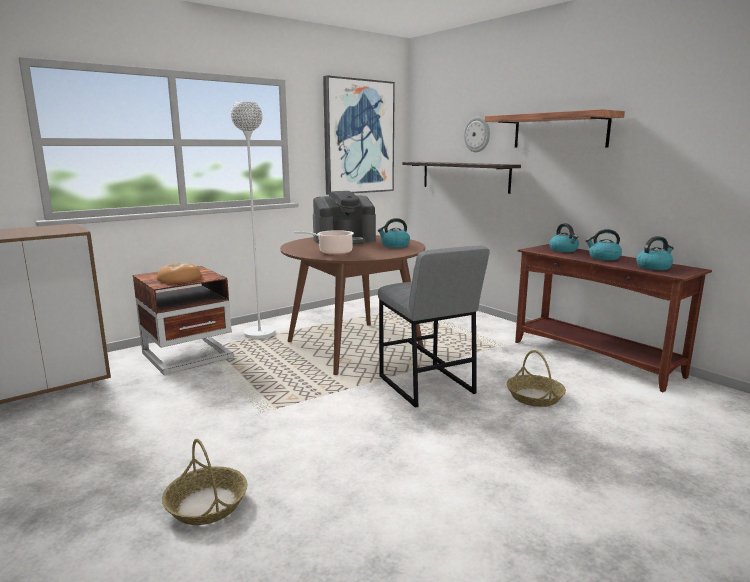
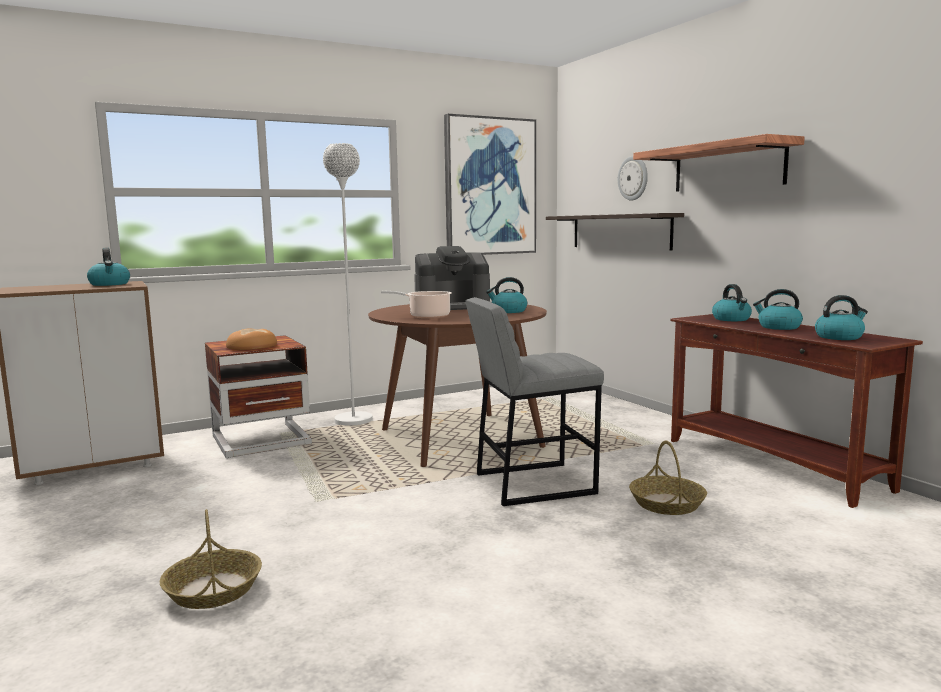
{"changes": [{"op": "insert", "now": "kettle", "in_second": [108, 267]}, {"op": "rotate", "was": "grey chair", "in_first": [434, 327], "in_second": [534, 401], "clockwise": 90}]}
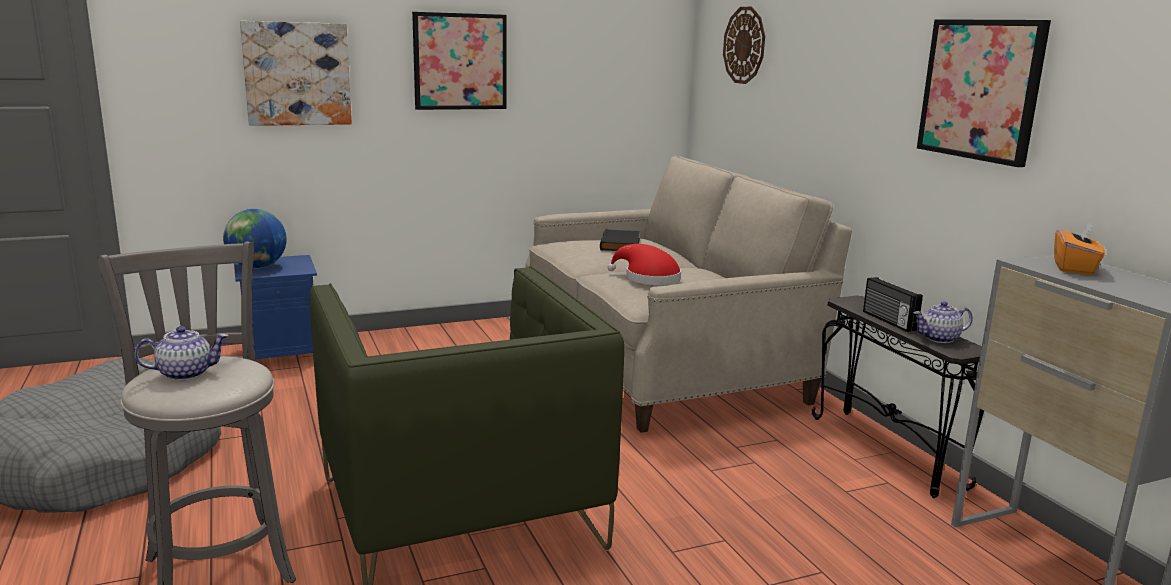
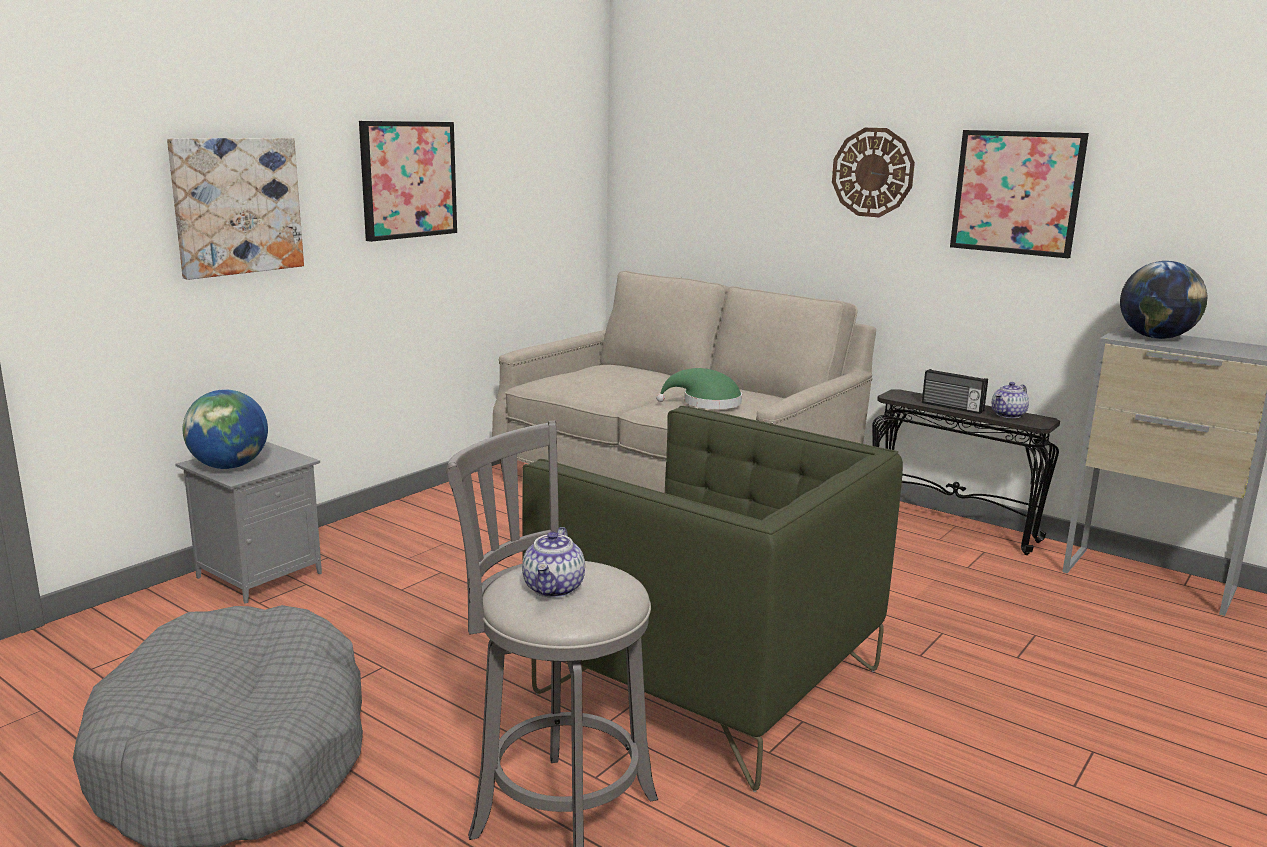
{"changes": [{"op": "delete", "was": "black book", "in_first": [620, 240]}, {"op": "move", "was": "wall clock", "in_first": [744, 45], "in_second": [873, 172]}, {"op": "replace", "was": "orange tissue box", "now": "globe", "in_first": [1079, 248], "in_second": [1163, 300]}, {"op": "recolor", "was": "blue nightstand", "now": "grey nightstand", "in_first": [275, 307], "in_second": [248, 522]}, {"op": "recolor", "was": "red hat", "now": "green hat", "in_first": [644, 264], "in_second": [699, 388]}, {"op": "rotate", "was": "teapot", "in_first": [181, 353], "in_second": [553, 562], "clockwise": 150}]}
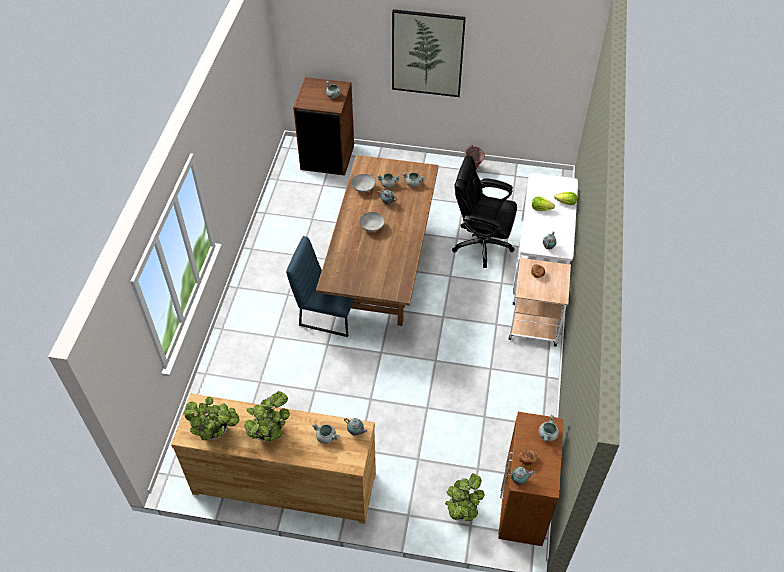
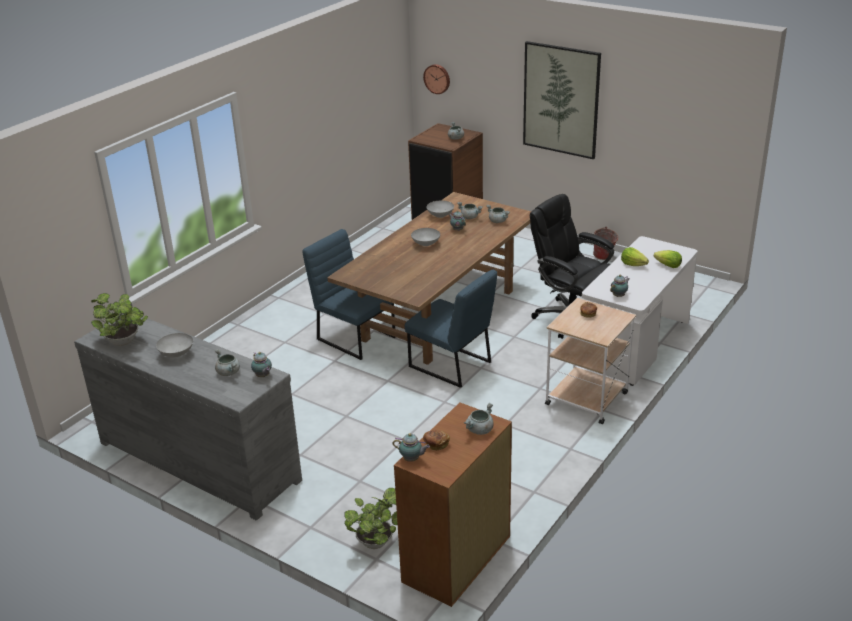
{"changes": [{"op": "insert", "now": "blue chair", "in_second": [451, 328]}, {"op": "insert", "now": "wall clock", "in_second": [436, 79]}, {"op": "replace", "was": "potted plant", "now": "grey bowl", "in_first": [267, 416], "in_second": [174, 345]}, {"op": "recolor", "was": "brown dresser", "now": "grey dresser", "in_first": [273, 459], "in_second": [188, 417]}]}
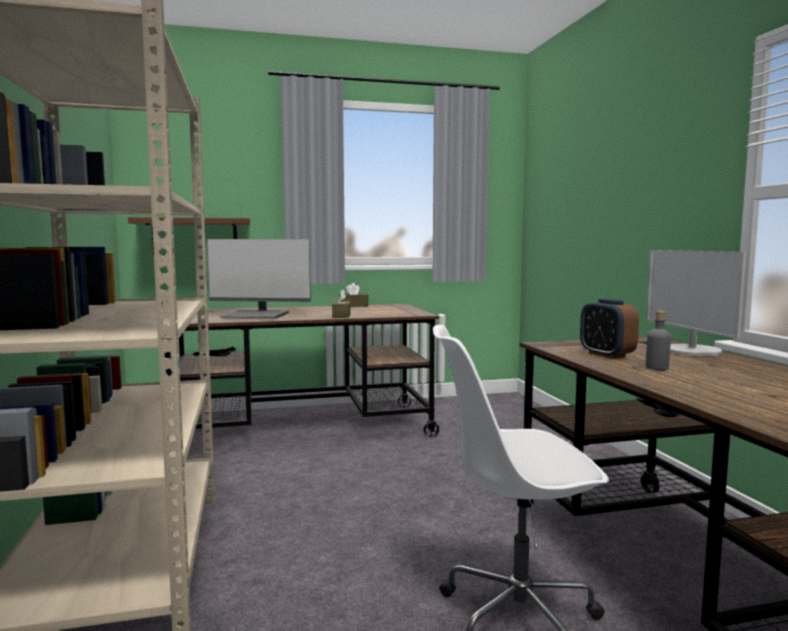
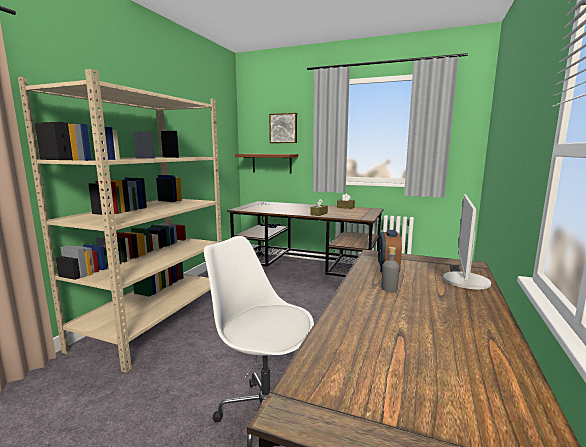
{"changes": [{"op": "delete", "was": "monitor", "in_first": [259, 278]}, {"op": "insert", "now": "picture", "in_second": [283, 128]}]}
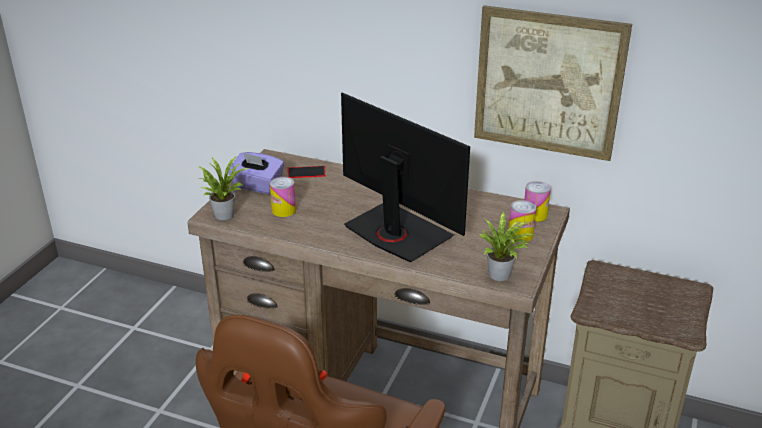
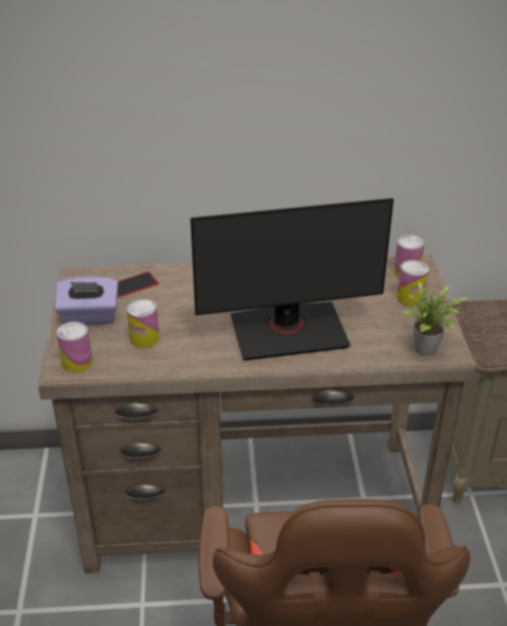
{"changes": [{"op": "delete", "was": "picture", "in_first": [553, 83]}, {"op": "replace", "was": "potted plant", "now": "can", "in_first": [224, 188], "in_second": [75, 347]}, {"op": "rotate", "was": "monitor", "in_first": [405, 178], "in_second": [292, 279], "clockwise": 150}]}
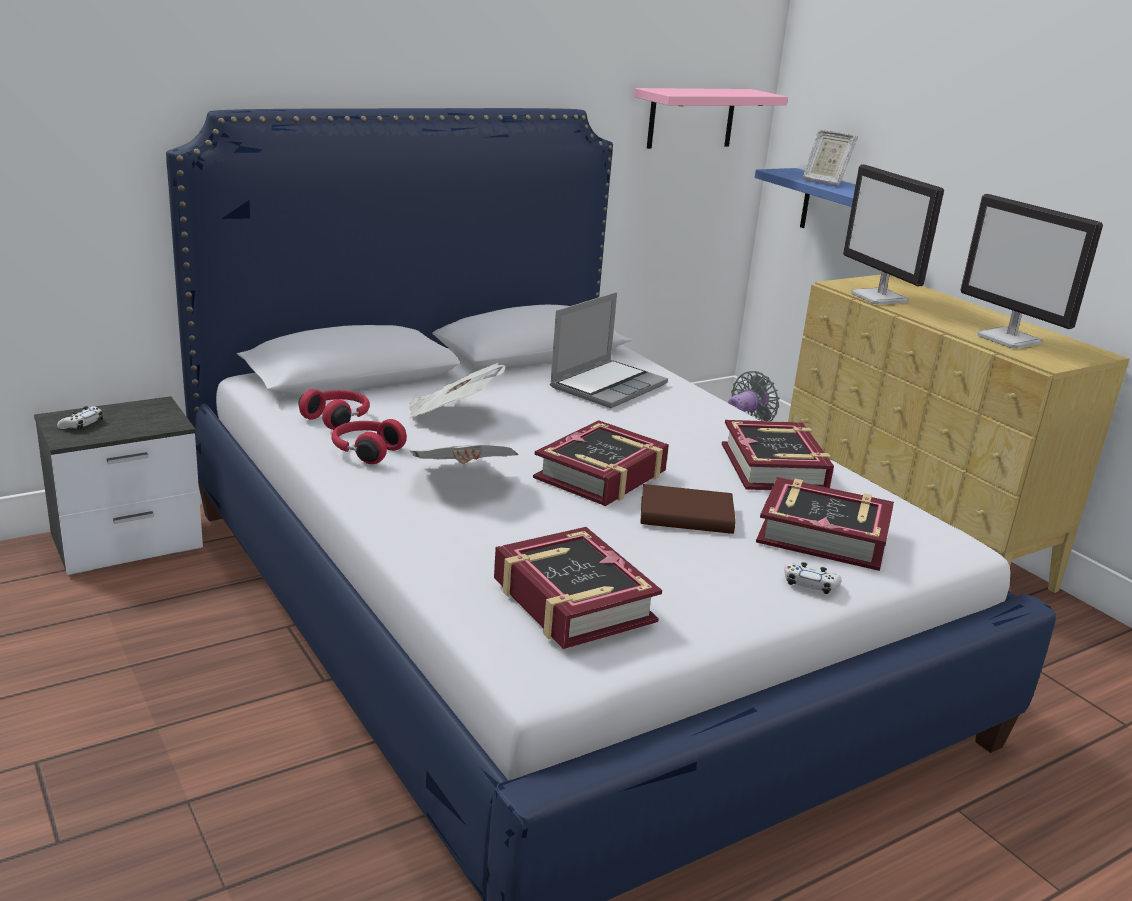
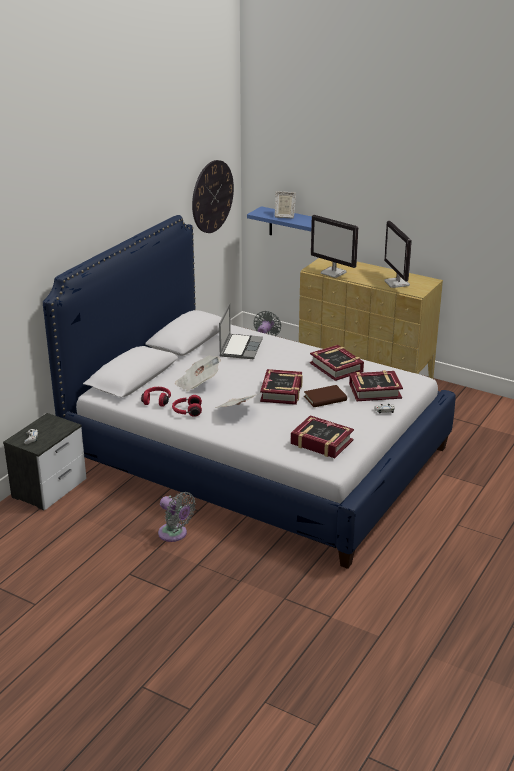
{"changes": [{"op": "insert", "now": "grey fan", "in_second": [177, 517]}, {"op": "replace", "was": "pink shelf", "now": "wall clock", "in_first": [711, 118], "in_second": [213, 196]}, {"op": "rotate", "was": "monitor", "in_first": [1031, 271], "in_second": [398, 254], "clockwise": 45}]}
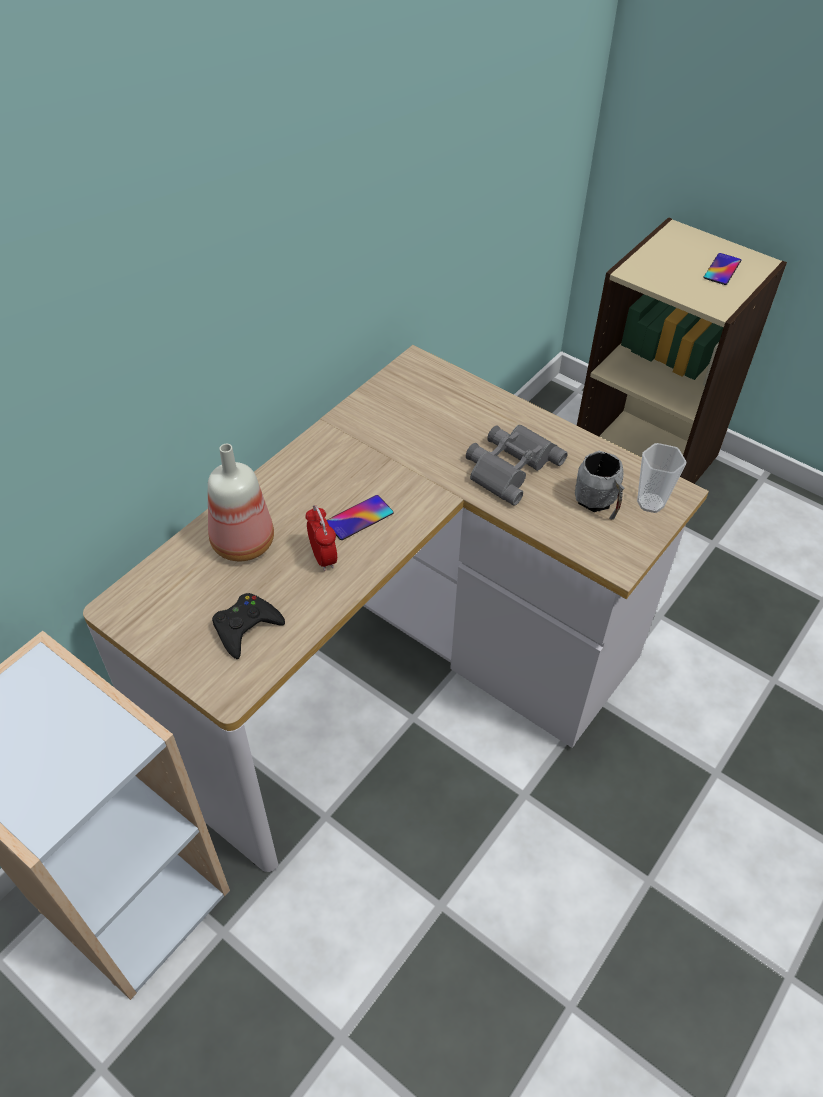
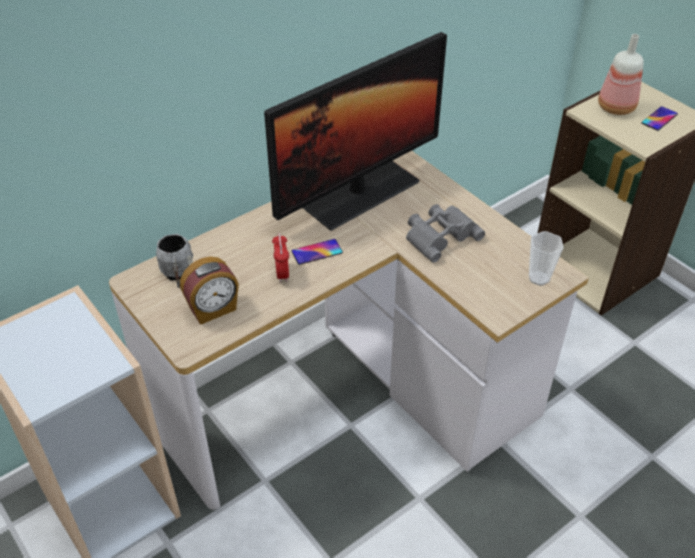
{"changes": [{"op": "insert", "now": "monitor", "in_second": [355, 131]}, {"op": "move", "was": "bottle", "in_first": [241, 502], "in_second": [621, 74]}, {"op": "move", "was": "grey mug", "in_first": [599, 485], "in_second": [174, 261]}, {"op": "replace", "was": "black game controller", "now": "alarm clock", "in_first": [248, 626], "in_second": [209, 290]}]}
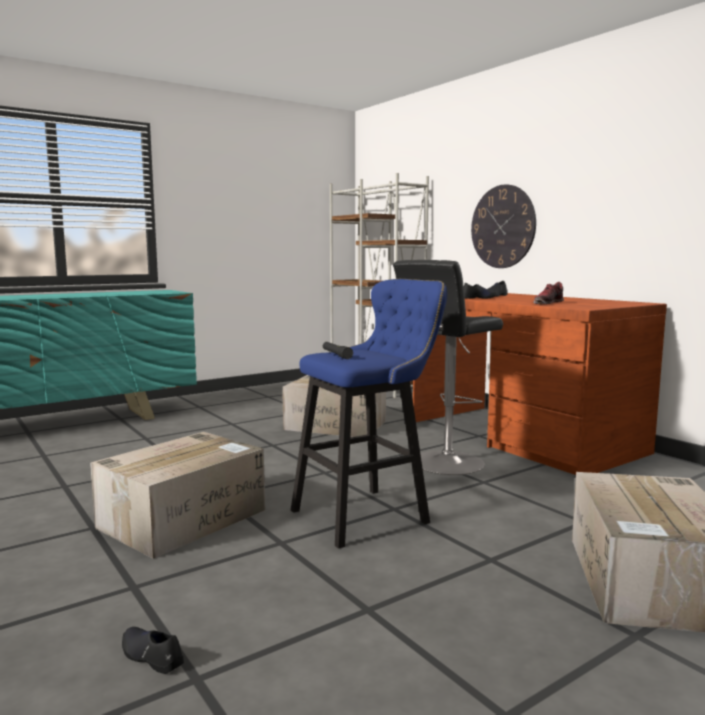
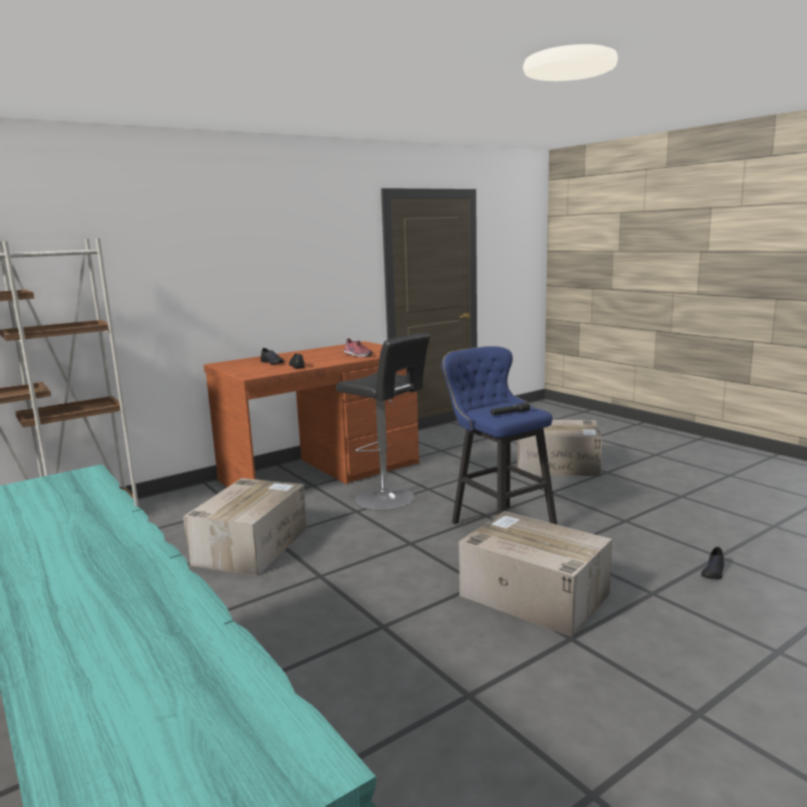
{"changes": [{"op": "delete", "was": "wall clock", "in_first": [503, 226]}]}
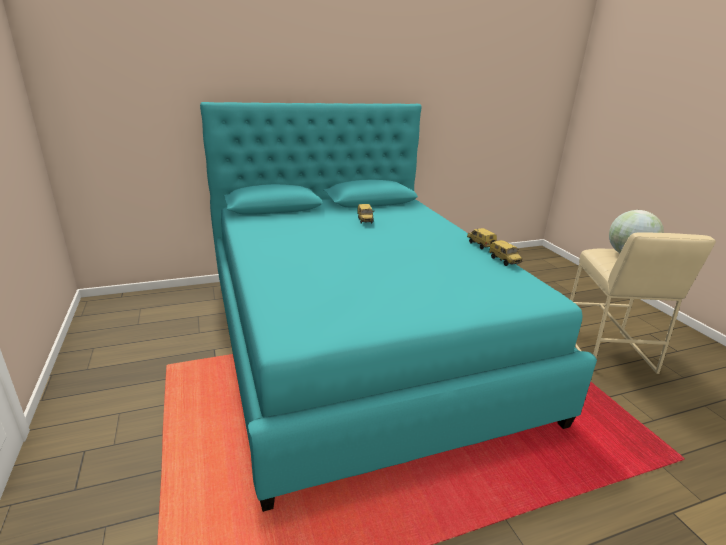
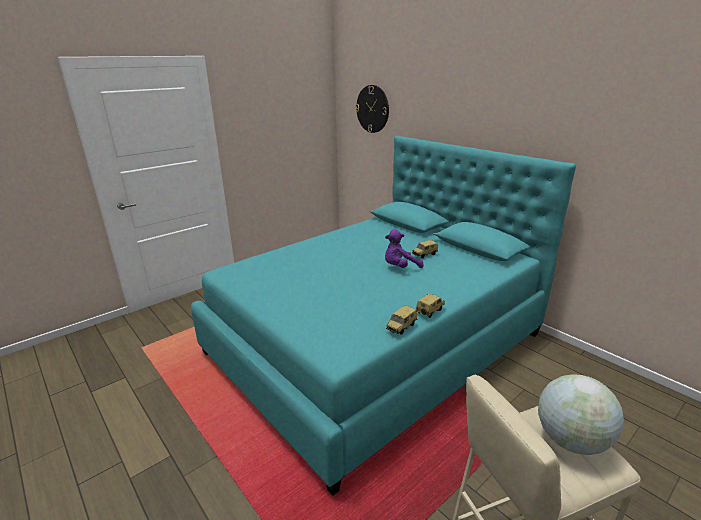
{"changes": [{"op": "insert", "now": "wall clock", "in_second": [372, 109]}, {"op": "insert", "now": "purple plush toy", "in_second": [404, 248]}]}
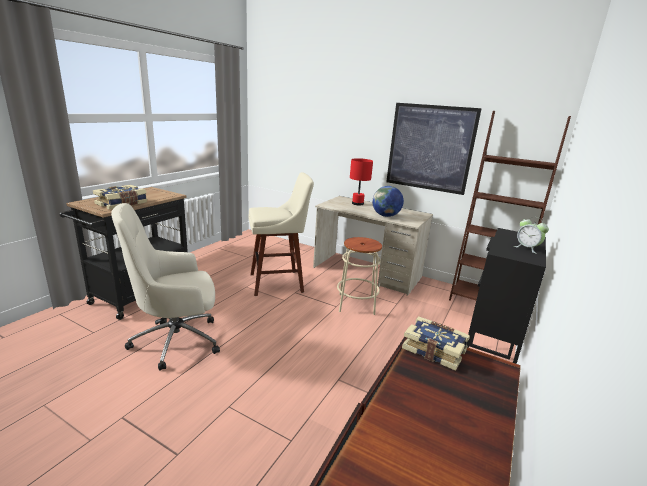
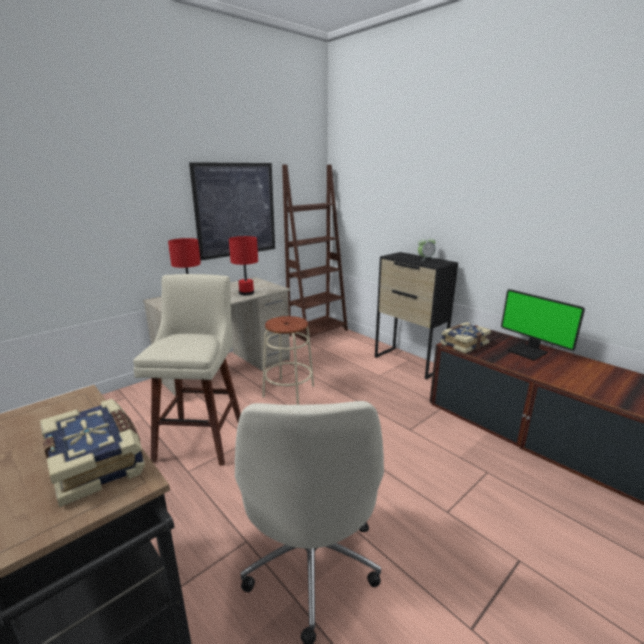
{"changes": [{"op": "insert", "now": "monitor", "in_second": [543, 325]}, {"op": "replace", "was": "globe", "now": "red table lamp", "in_first": [388, 201], "in_second": [243, 265]}]}
